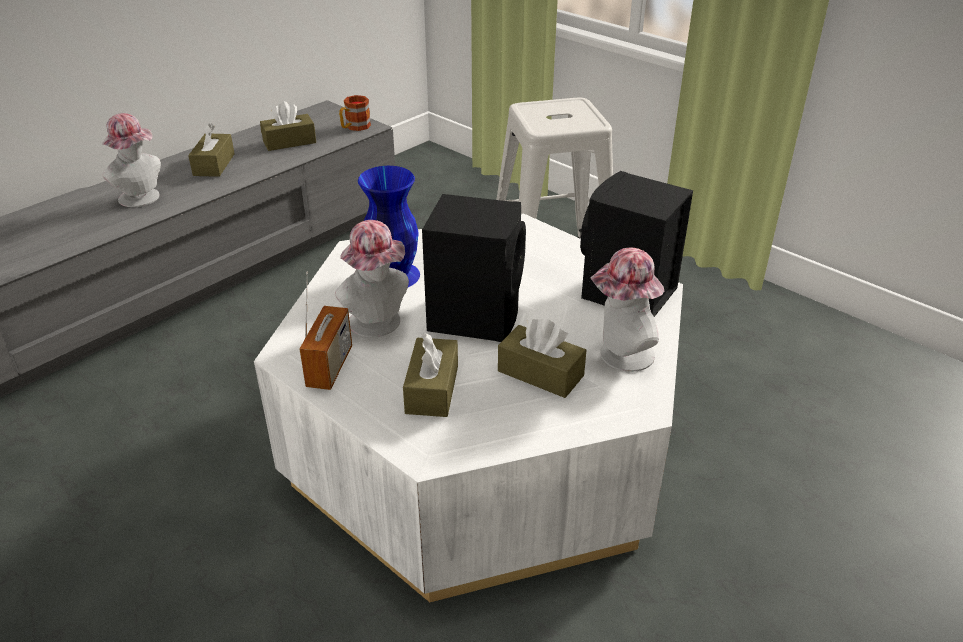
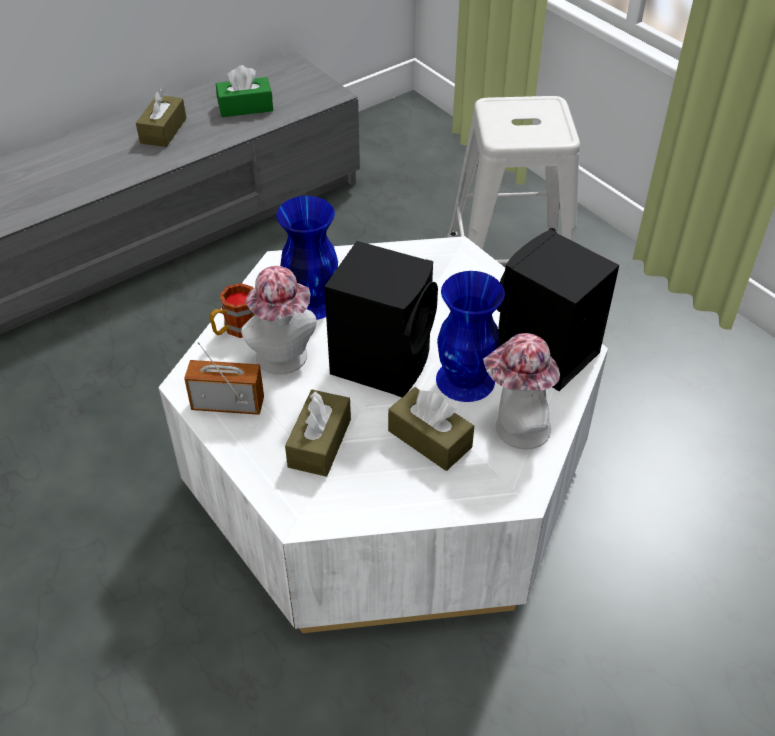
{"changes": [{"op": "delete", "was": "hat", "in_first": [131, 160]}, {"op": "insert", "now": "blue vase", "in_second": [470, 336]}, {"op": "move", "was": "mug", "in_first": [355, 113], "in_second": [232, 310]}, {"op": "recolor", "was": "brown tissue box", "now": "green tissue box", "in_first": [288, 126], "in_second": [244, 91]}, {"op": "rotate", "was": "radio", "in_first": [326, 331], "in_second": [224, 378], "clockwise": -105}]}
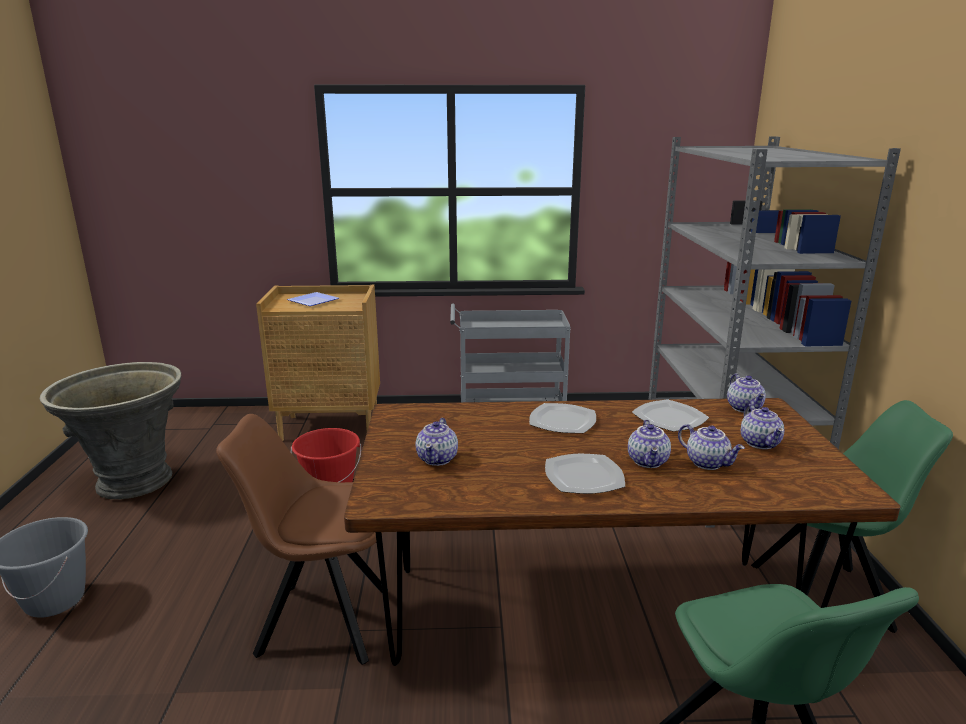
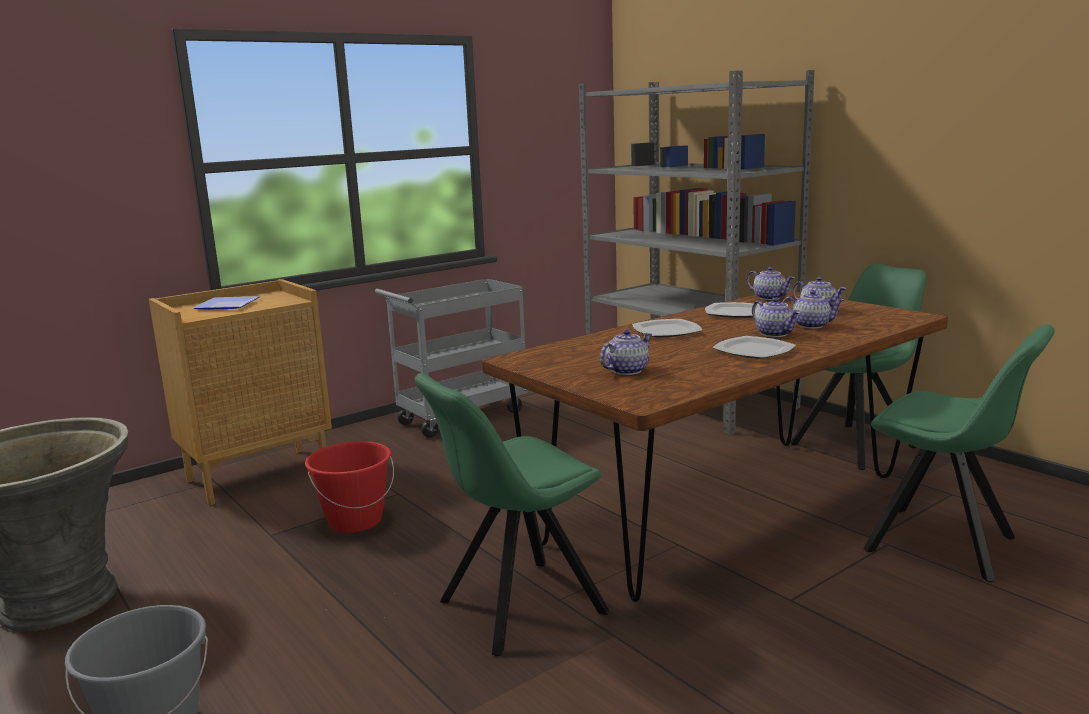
{"changes": [{"op": "recolor", "was": "brown chair", "now": "green chair", "in_first": [299, 539], "in_second": [512, 514]}, {"op": "rotate", "was": "teapot", "in_first": [437, 442], "in_second": [626, 352], "clockwise": -105}]}
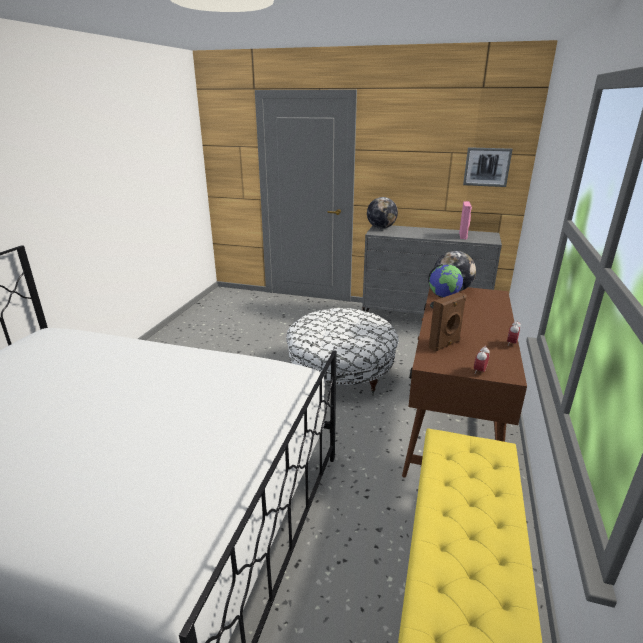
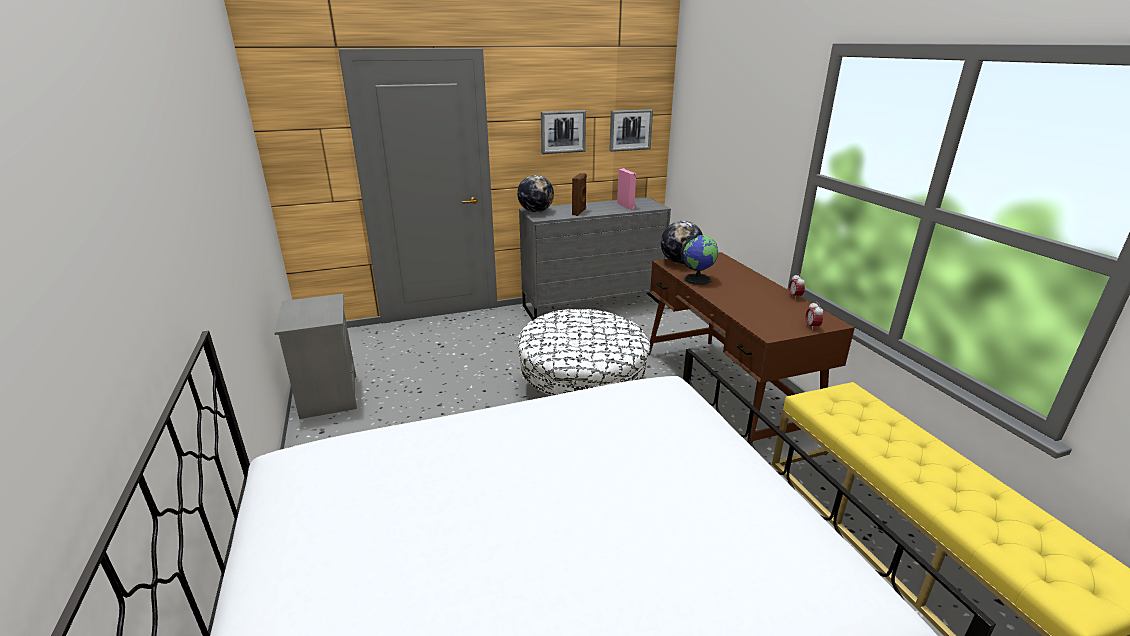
{"changes": [{"op": "insert", "now": "grey nightstand", "in_second": [315, 356]}, {"op": "insert", "now": "picture", "in_second": [563, 132]}, {"op": "move", "was": "brown speaker", "in_first": [447, 322], "in_second": [579, 194]}]}
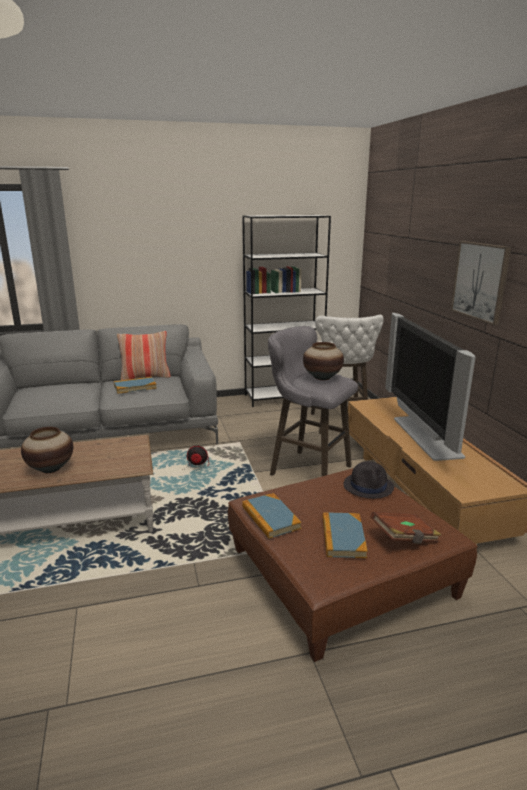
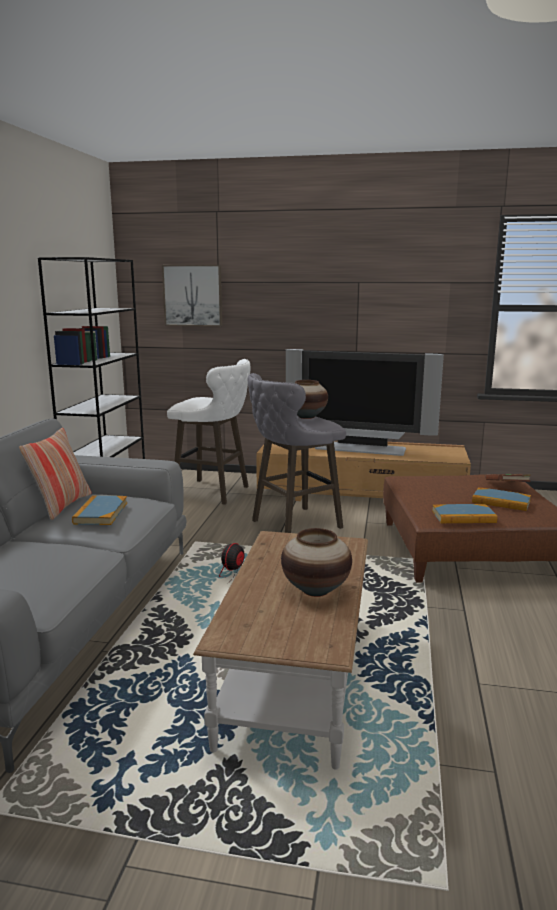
{"changes": [{"op": "delete", "was": "black hat", "in_first": [369, 480]}, {"op": "move", "was": "picture", "in_first": [481, 283], "in_second": [192, 296]}]}
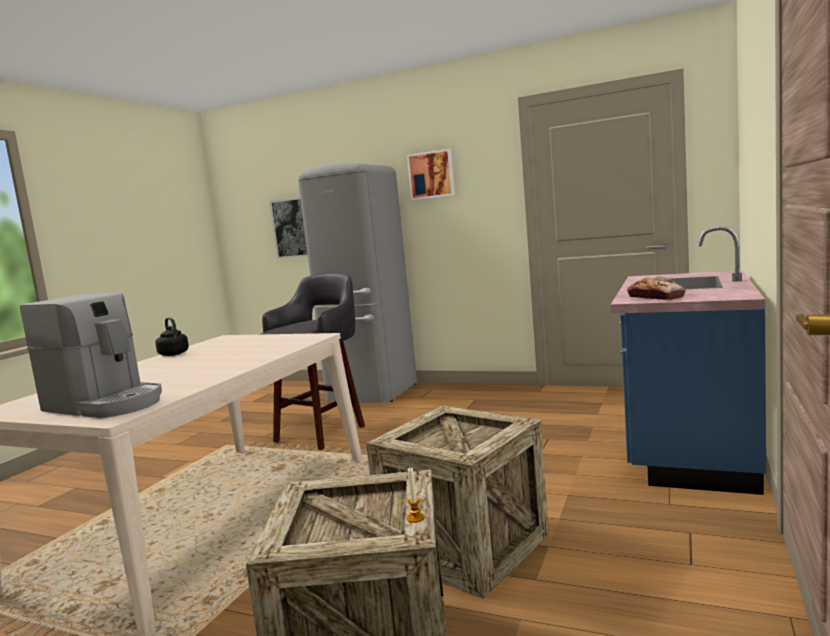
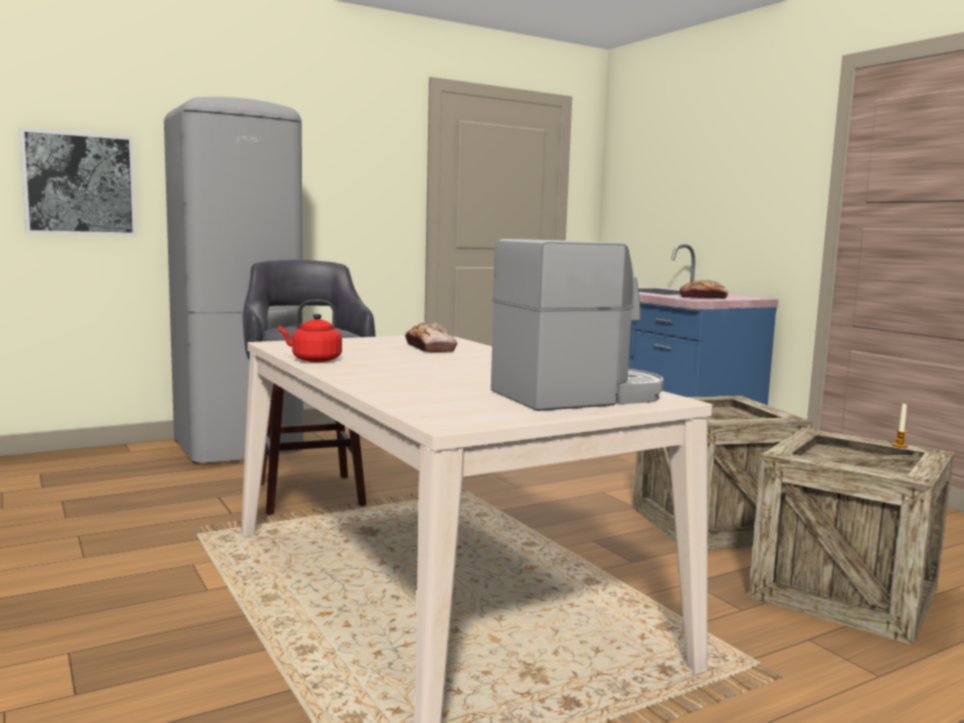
{"changes": [{"op": "delete", "was": "picture", "in_first": [431, 174]}, {"op": "insert", "now": "bread", "in_second": [431, 336]}, {"op": "recolor", "was": "black kettle", "now": "red kettle", "in_first": [172, 336], "in_second": [310, 331]}]}
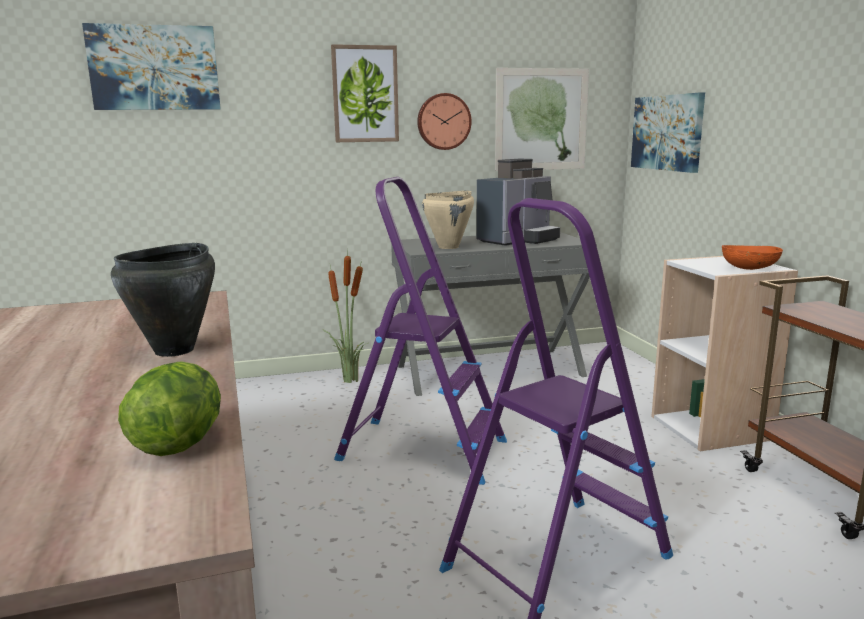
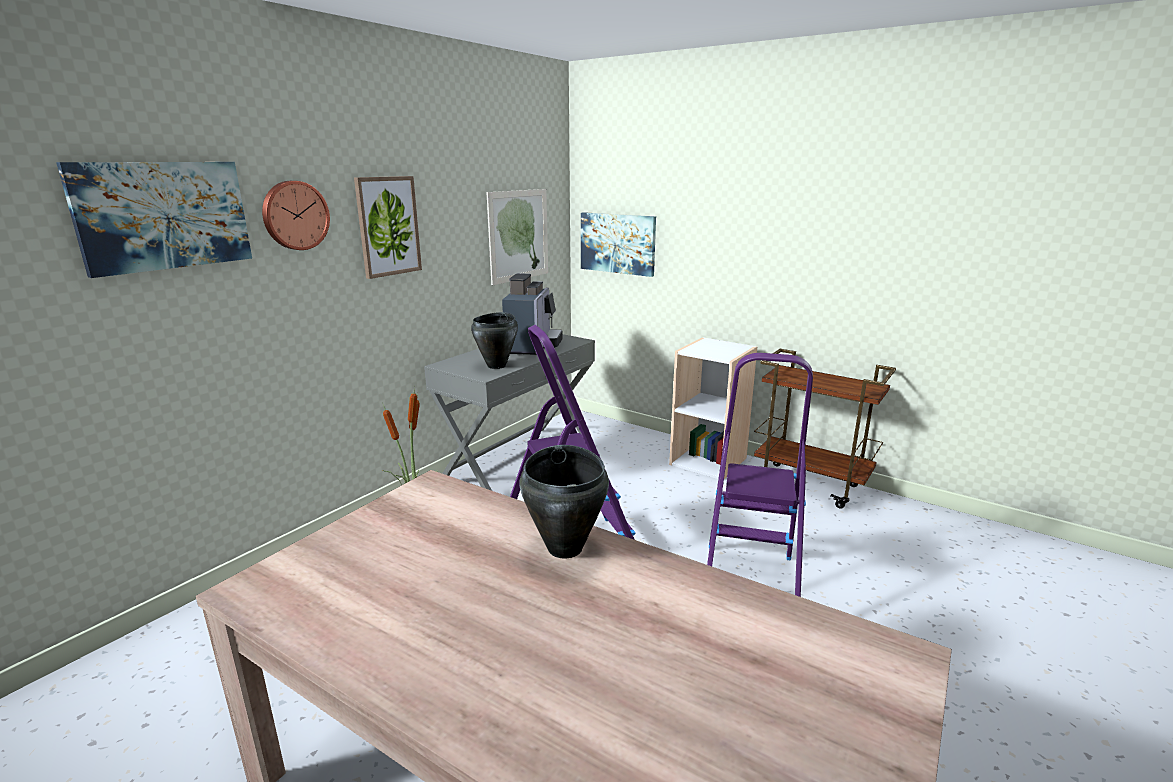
{"changes": [{"op": "delete", "was": "lettuce", "in_first": [169, 409]}, {"op": "delete", "was": "orange bowl", "in_first": [752, 257]}, {"op": "move", "was": "wall clock", "in_first": [444, 121], "in_second": [296, 215]}, {"op": "recolor", "was": "beige cooking pot", "now": "black cooking pot", "in_first": [448, 219], "in_second": [494, 340]}]}
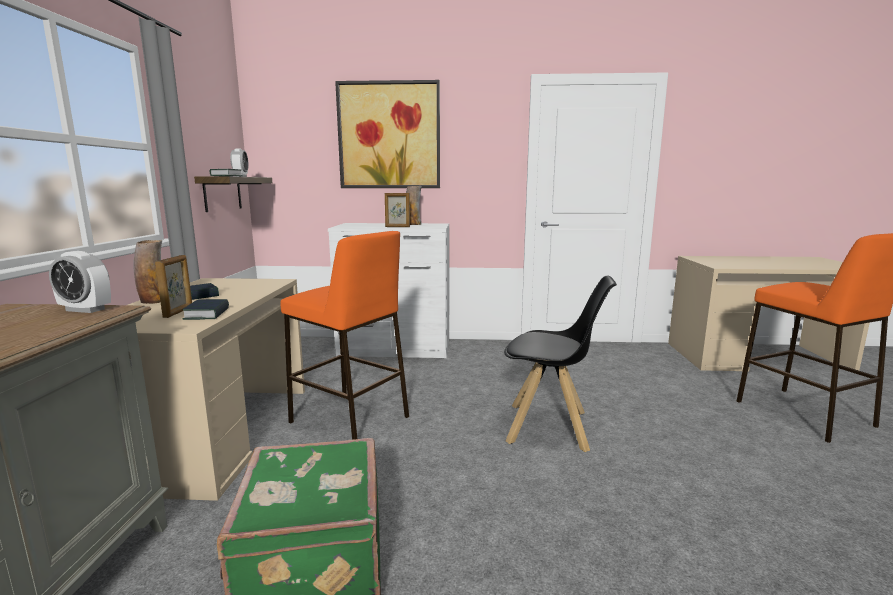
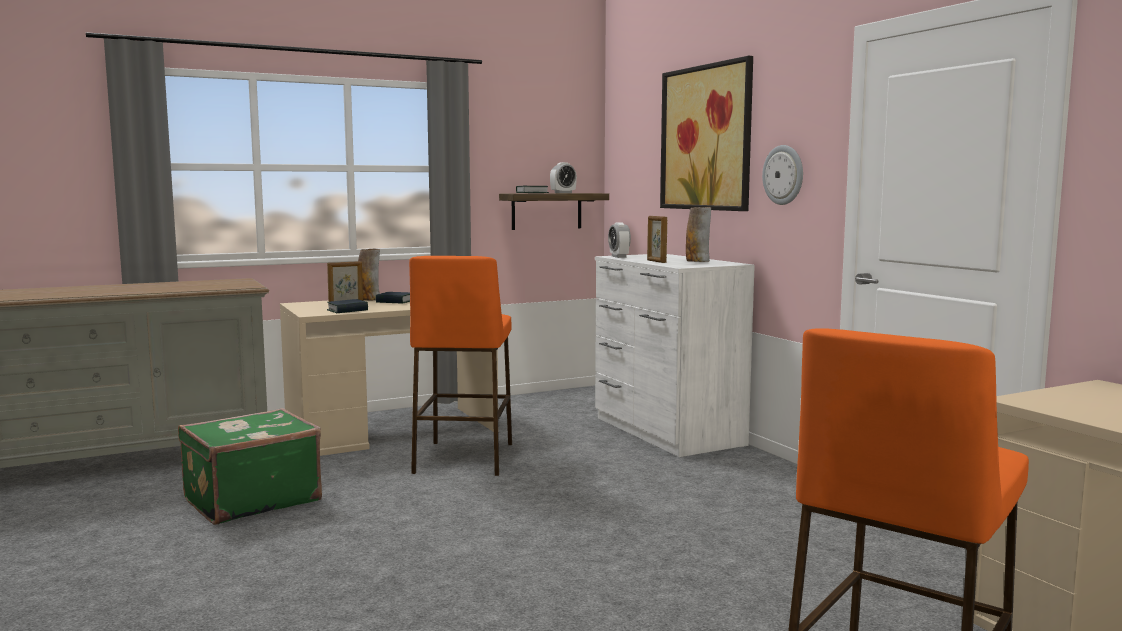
{"changes": [{"op": "delete", "was": "black chair", "in_first": [560, 363]}, {"op": "insert", "now": "wall clock", "in_second": [782, 175]}, {"op": "move", "was": "alarm clock", "in_first": [80, 282], "in_second": [619, 240]}]}
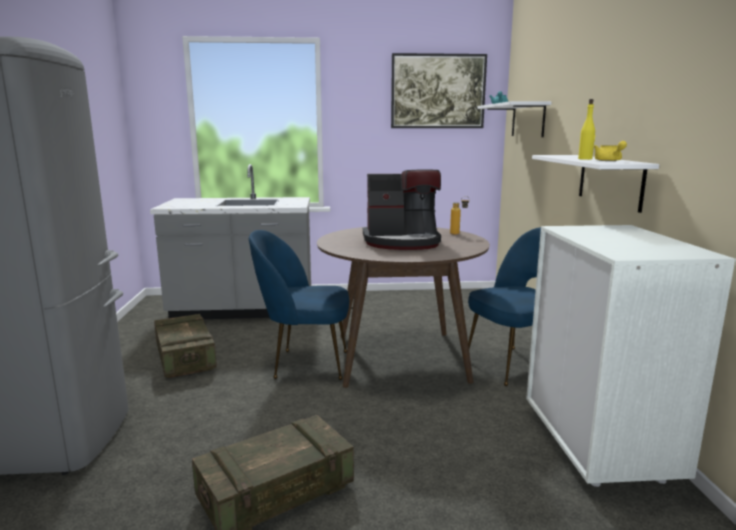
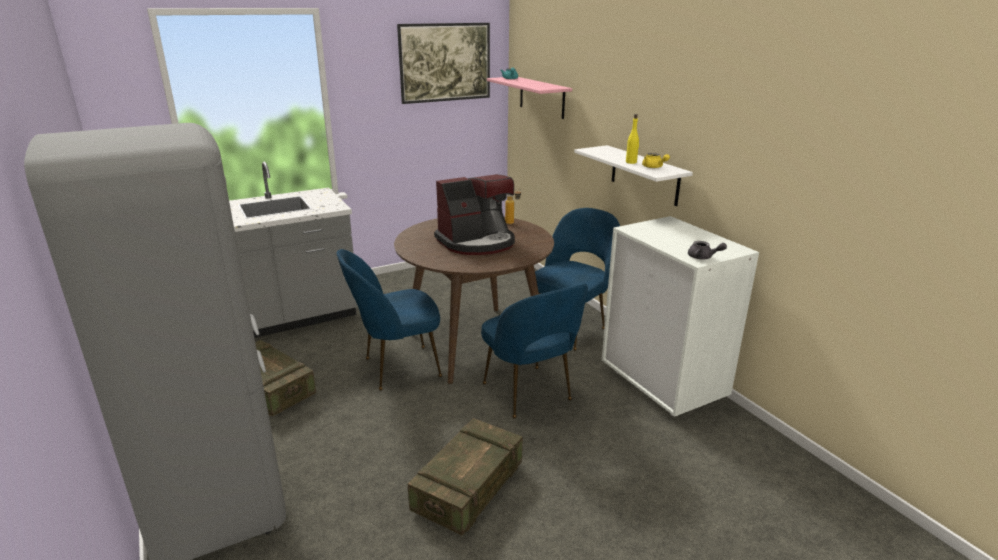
{"changes": [{"op": "insert", "now": "blue chair", "in_second": [534, 351]}, {"op": "insert", "now": "grey teapot", "in_second": [707, 250]}, {"op": "recolor", "was": "white shelf", "now": "pink shelf", "in_first": [514, 119], "in_second": [529, 98]}]}
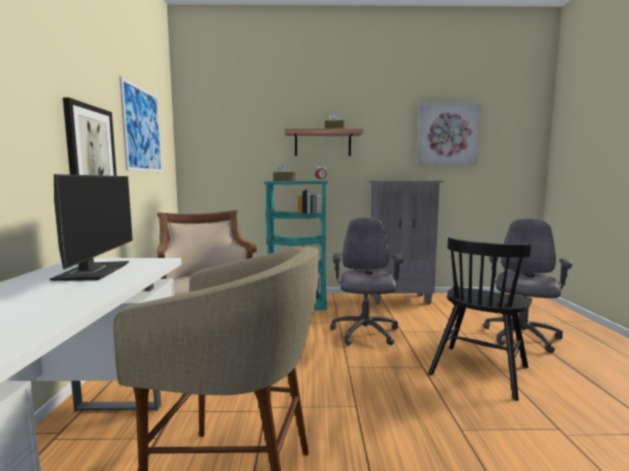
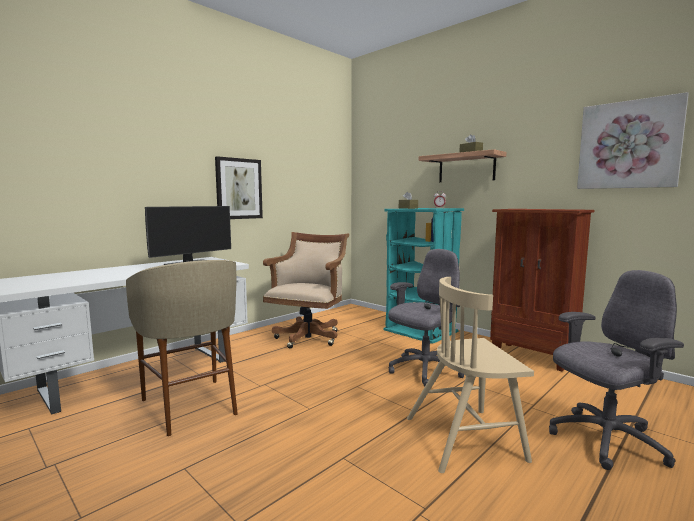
{"changes": [{"op": "delete", "was": "picture", "in_first": [140, 124]}, {"op": "recolor", "was": "grey cabinet", "now": "brown cabinet", "in_first": [406, 242], "in_second": [542, 290]}, {"op": "recolor", "was": "black chair", "now": "beige chair", "in_first": [480, 319], "in_second": [470, 375]}]}
